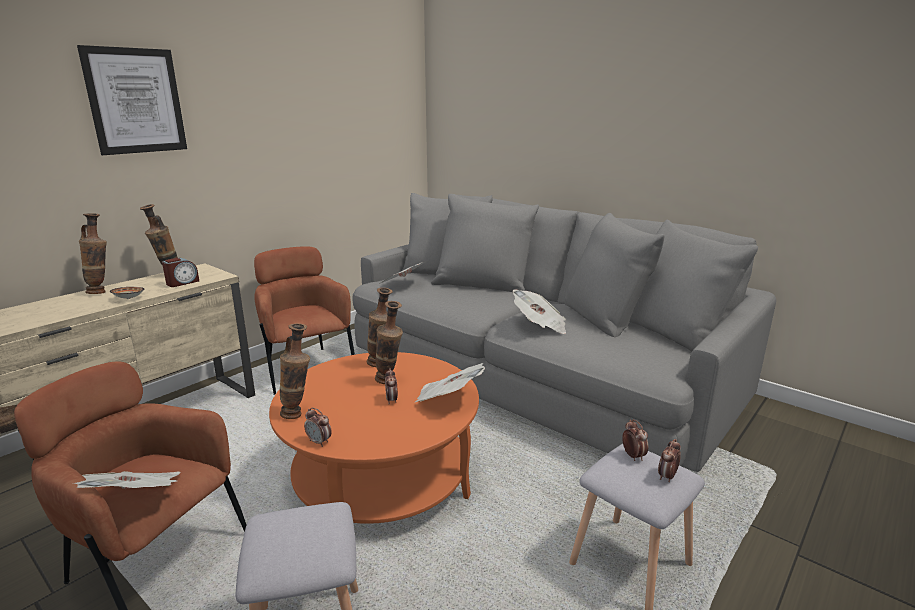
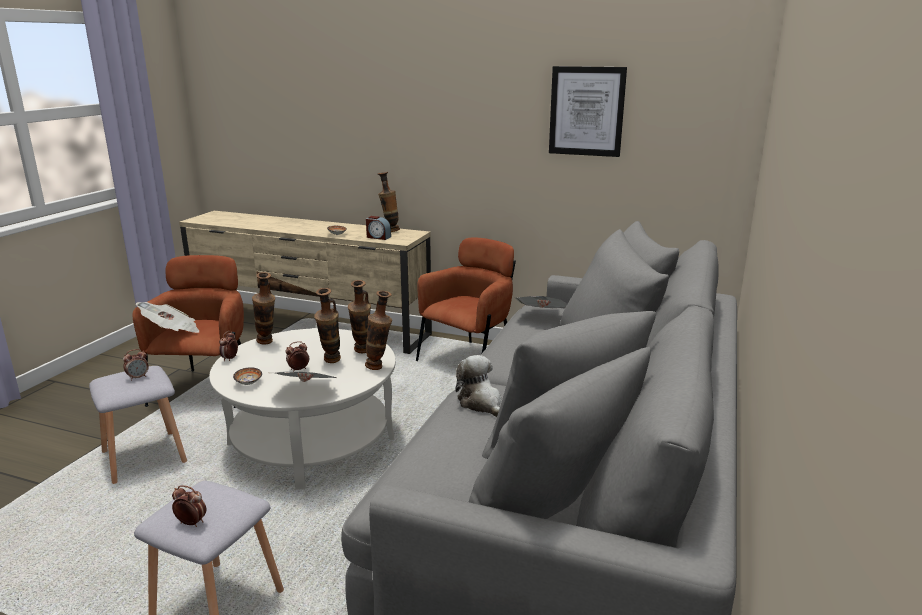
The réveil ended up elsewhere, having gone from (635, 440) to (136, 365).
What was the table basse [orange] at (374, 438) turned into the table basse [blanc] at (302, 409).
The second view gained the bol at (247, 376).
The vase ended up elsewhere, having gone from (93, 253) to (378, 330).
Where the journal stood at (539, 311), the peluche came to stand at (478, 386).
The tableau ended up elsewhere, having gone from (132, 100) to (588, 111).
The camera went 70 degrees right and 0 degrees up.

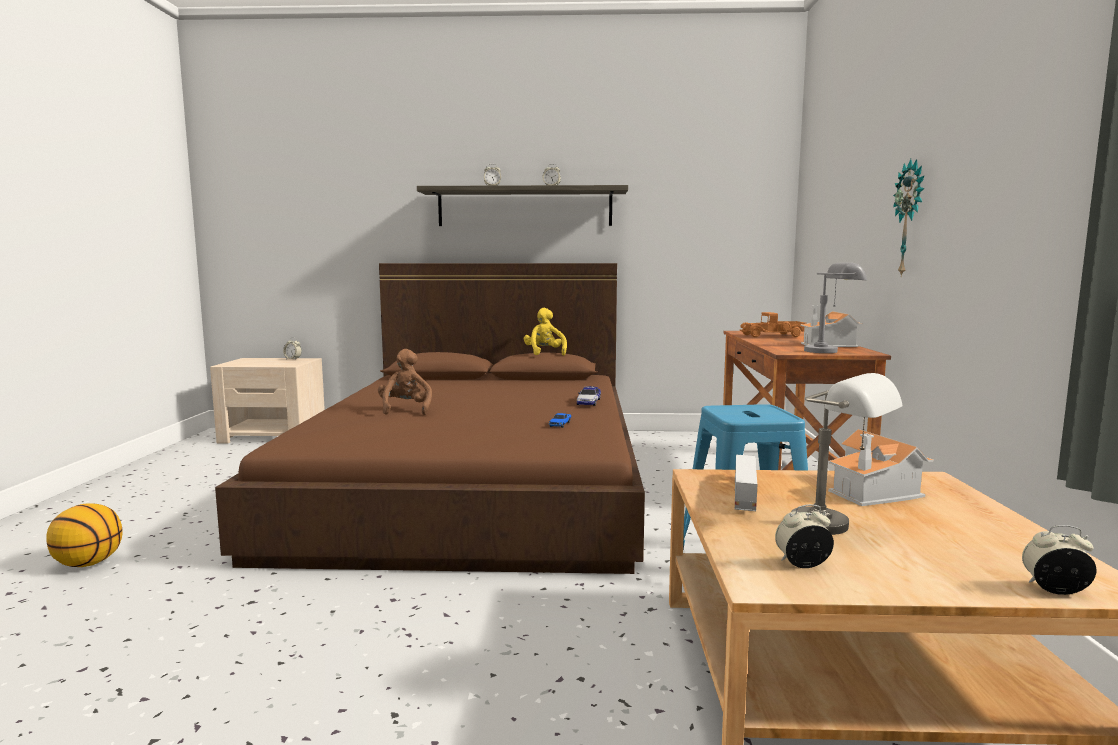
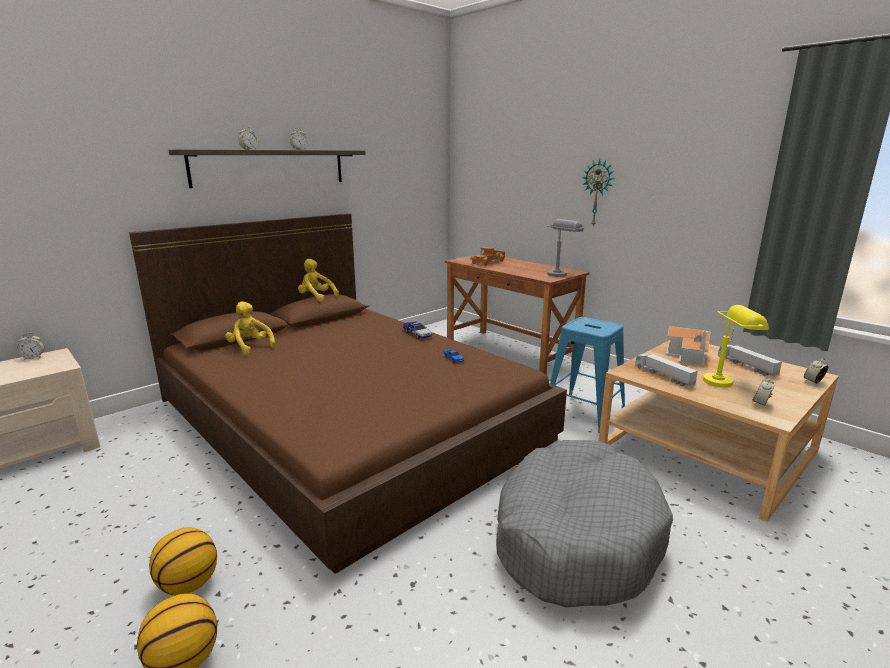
The second view gained the ballon de basket at (183, 561).
The second view gained the peluche [jaune] at (250, 328).
The second view gained the panier pour chien [gris] at (584, 523).
What was the lampe de table [gris] at (847, 454) turned into the lampe de table [jaune] at (736, 346).
The second view gained the camion jouet at (750, 361).
The second view lost the peluche [marron] at (405, 382).
The second view lost the maison miniature at (831, 326).
The camera went 45 degrees left and 10 degrees up.

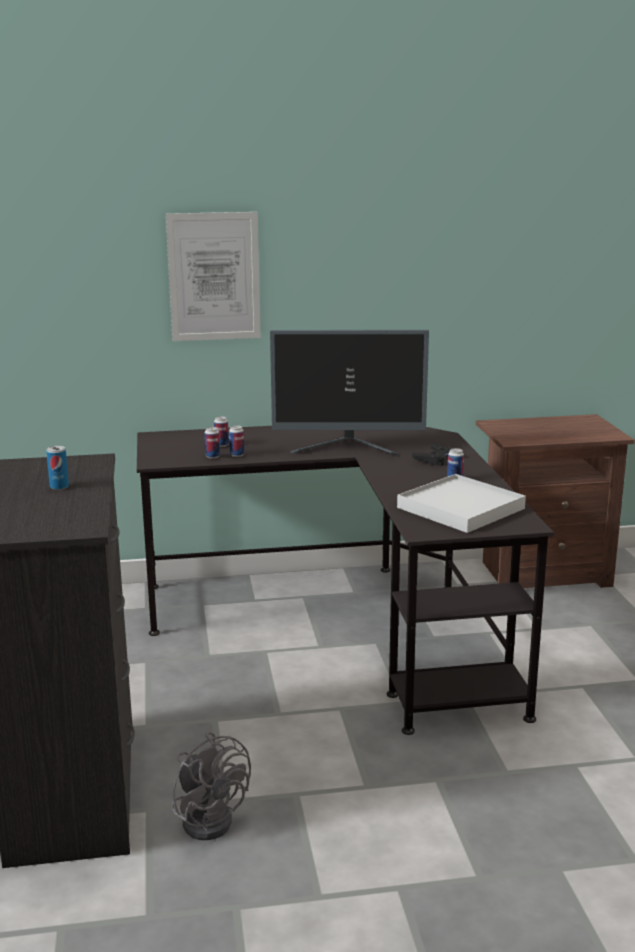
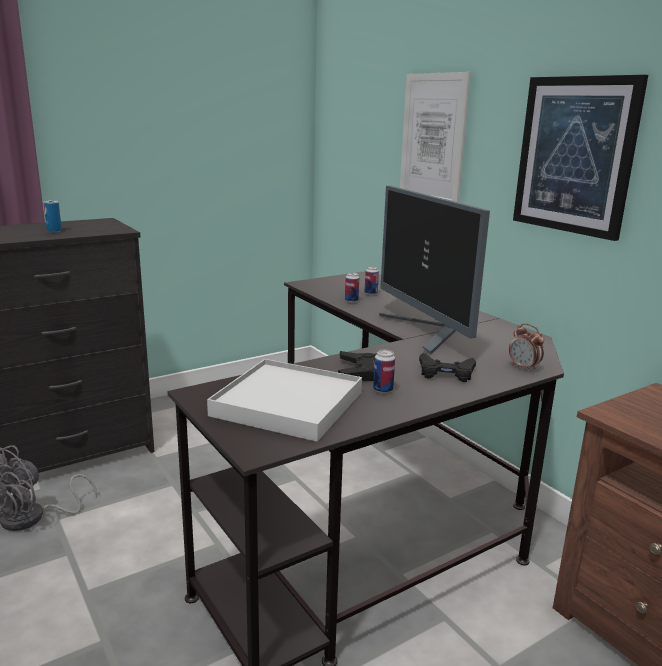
The second view gained the manette [noir] at (357, 366).
The second view gained the réveil at (526, 348).
The second view gained the tableau at (580, 158).
The second view lost the boîte métallique at (212, 443).
The camera went 65 degrees right and 0 degrees up.

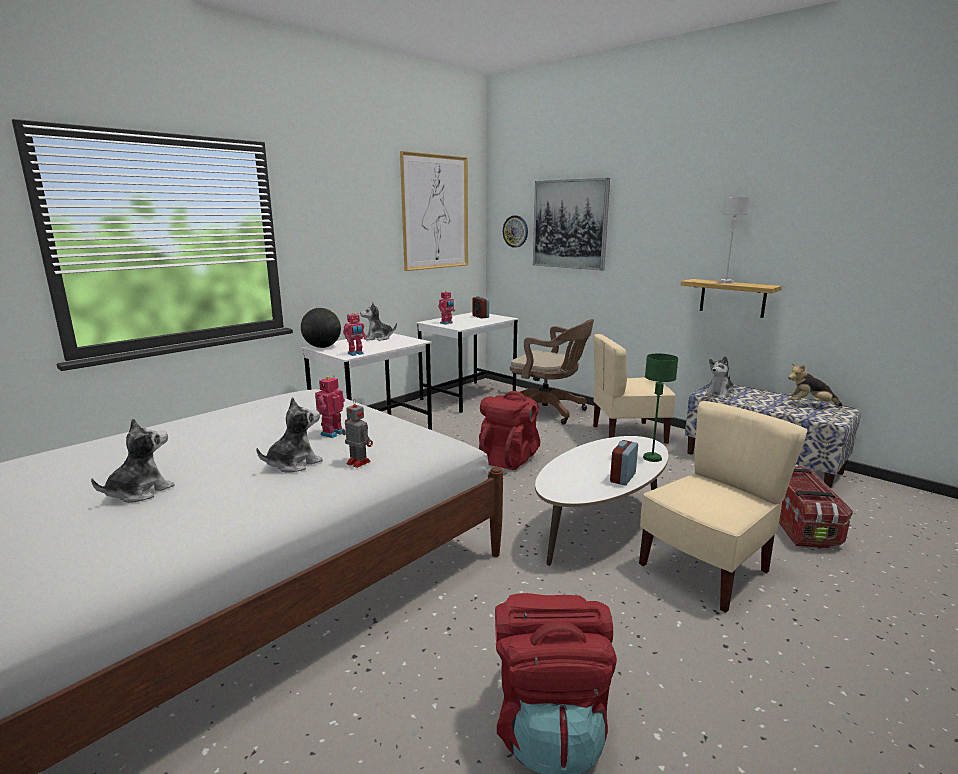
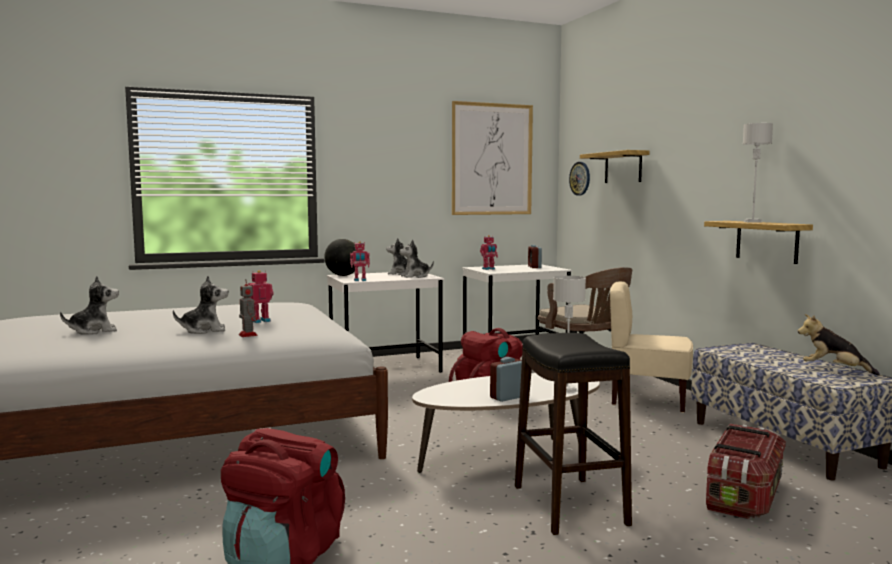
The peluche ended up elsewhere, having gone from (719, 378) to (416, 259).
Where the chaise [beige] stood at (723, 507), the tabouret [noir] came to stand at (573, 434).
What was the lampe de table [vert] at (660, 408) turned into the lampe de table [gris] at (569, 334).
Where the tableau hung at (571, 224), the étagère came to hang at (614, 166).
The camera went 25 degrees right and 10 degrees down.

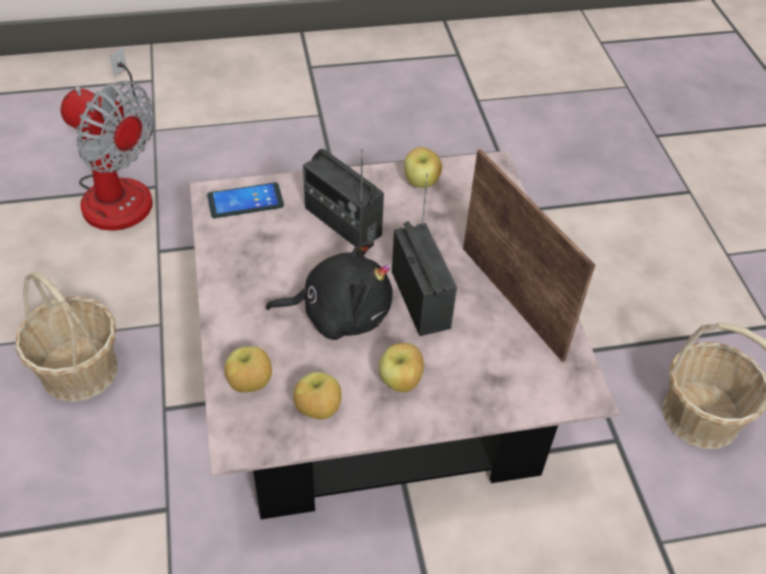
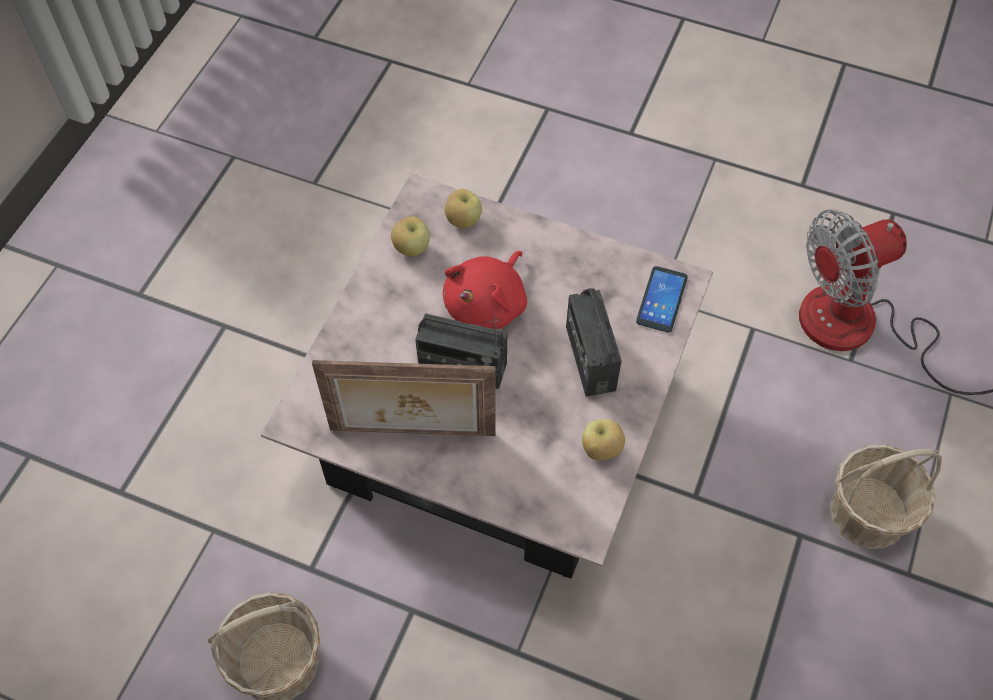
What was the peluche [noir] at (329, 290) turned into the peluche [rouge] at (484, 290).
The radio at (343, 198) ended up facing another way, 90 degrees counterclockwise from before.
The panier ended up elsewhere, having gone from (67, 336) to (886, 497).
The second view lost the pomme at (401, 367).
The camera went 125 degrees right and 10 degrees up.

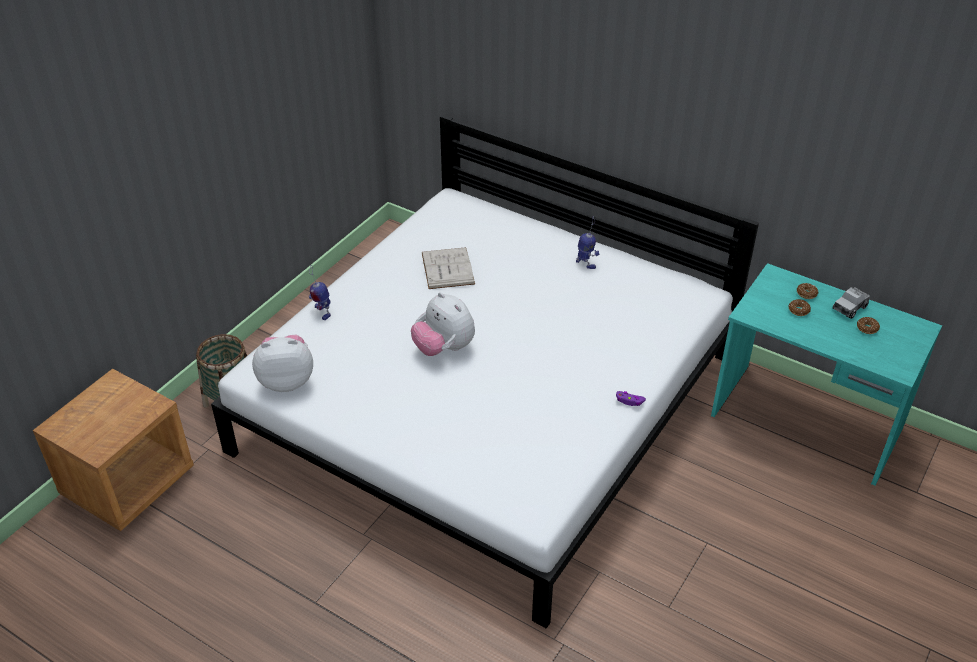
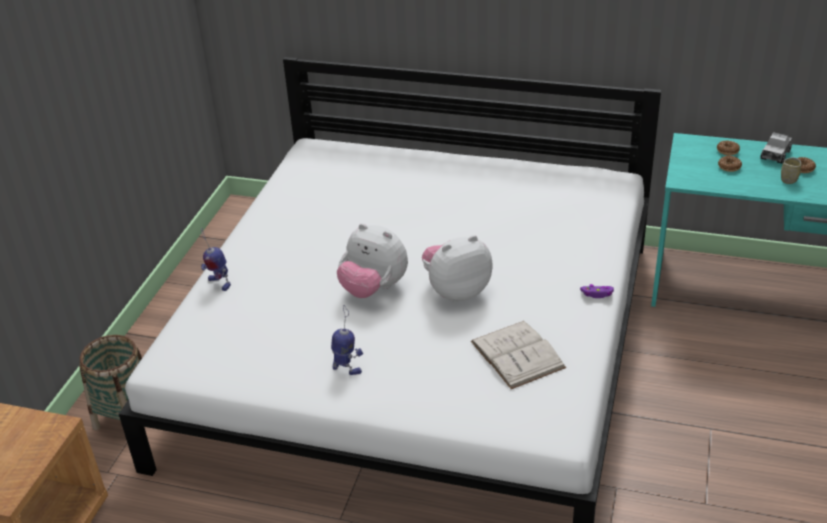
The robot jouet ended up elsewhere, having gone from (588, 242) to (347, 340).
The peluche ended up elsewhere, having gone from (282, 363) to (457, 268).
The livre [blanc] ended up elsewhere, having gone from (448, 268) to (518, 355).
The second view gained the tasse at (791, 170).
The camera went 15 degrees left and 5 degrees down.

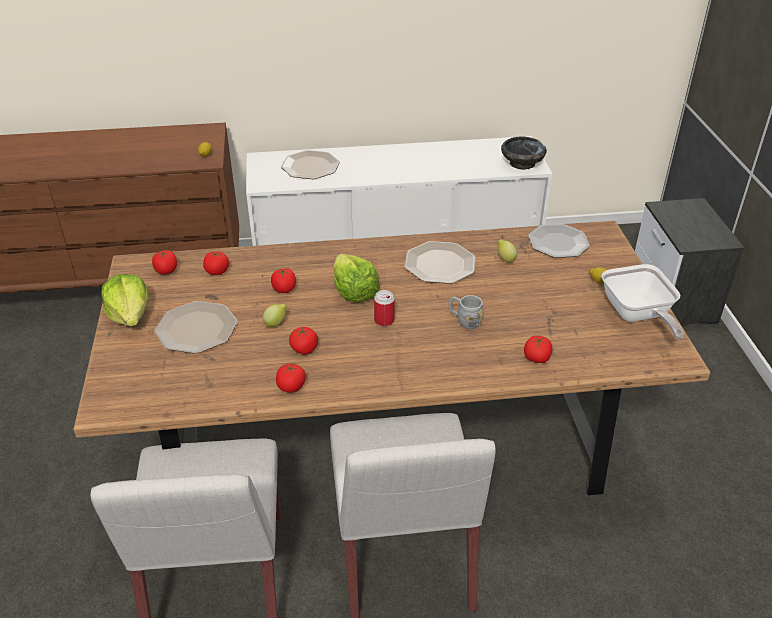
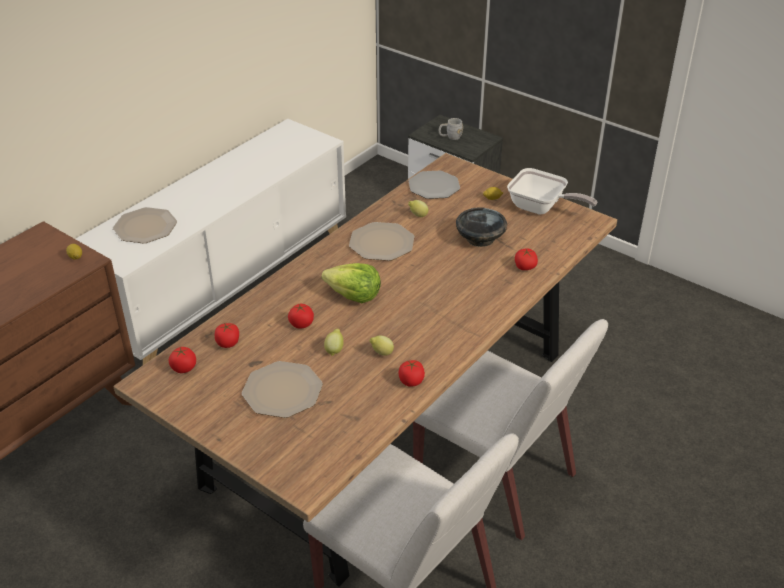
Where the tomate stood at (303, 340), the citron came to stand at (381, 346).
The mug [gris] ended up elsewhere, having gone from (466, 312) to (451, 129).
The bol [noir] ended up elsewhere, having gone from (524, 153) to (481, 227).
The second view lost the laitue at (125, 300).
The second view lost the boîte métallique at (384, 308).
The camera went 45 degrees left and 0 degrees up.

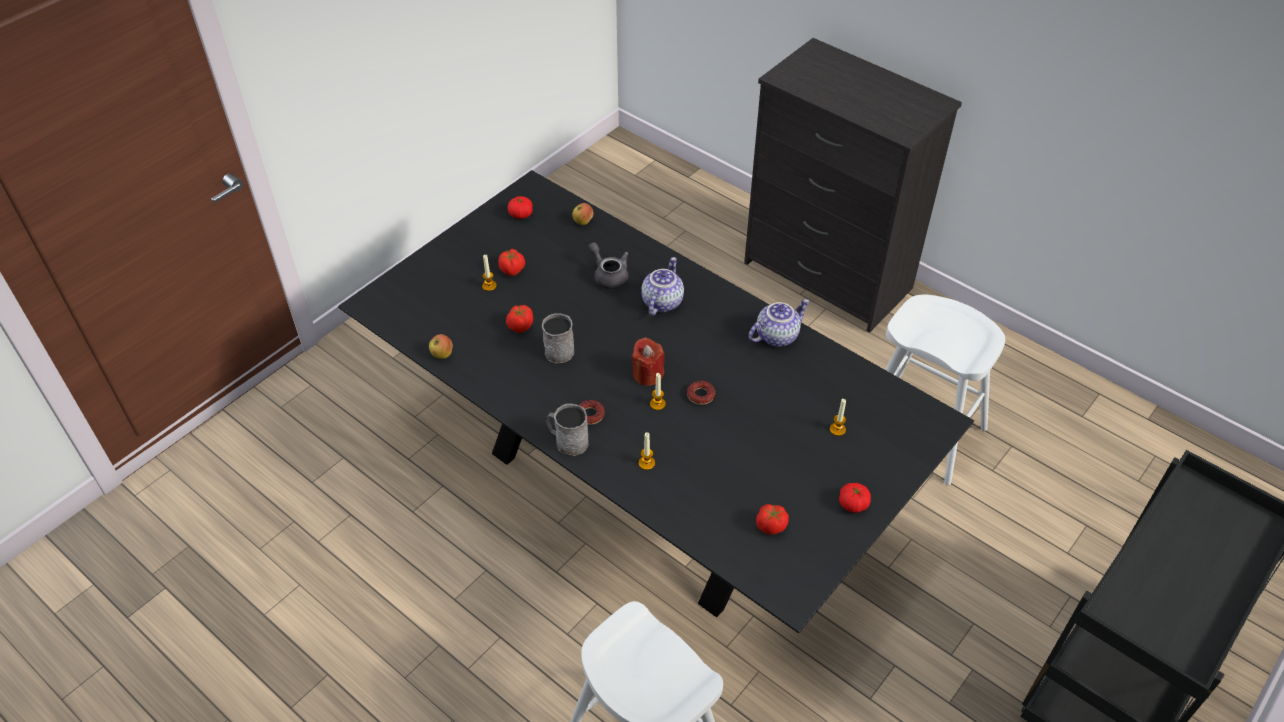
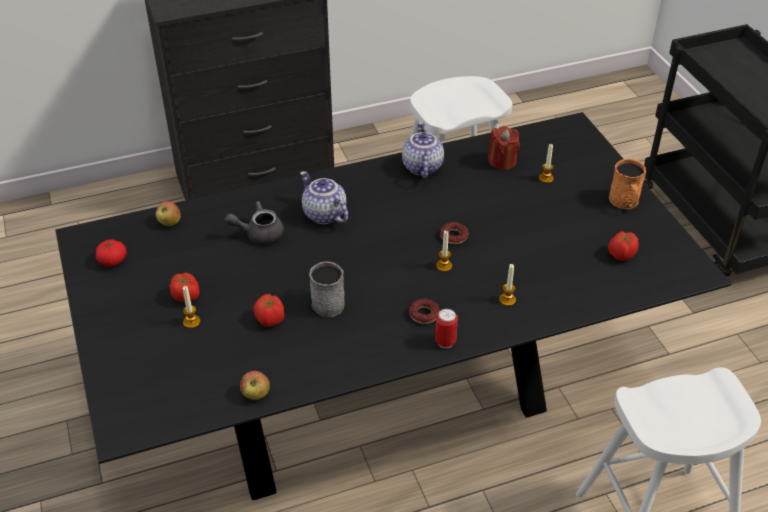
Where the mug [gris] stood at (568, 430), the boîte métallique came to stand at (446, 328).
The bougie [rouge] ended up elsewhere, having gone from (648, 361) to (504, 148).
Where the tomate stood at (855, 498), the mug [orange] came to stand at (627, 184).
The camera went 60 degrees left and 5 degrees down.

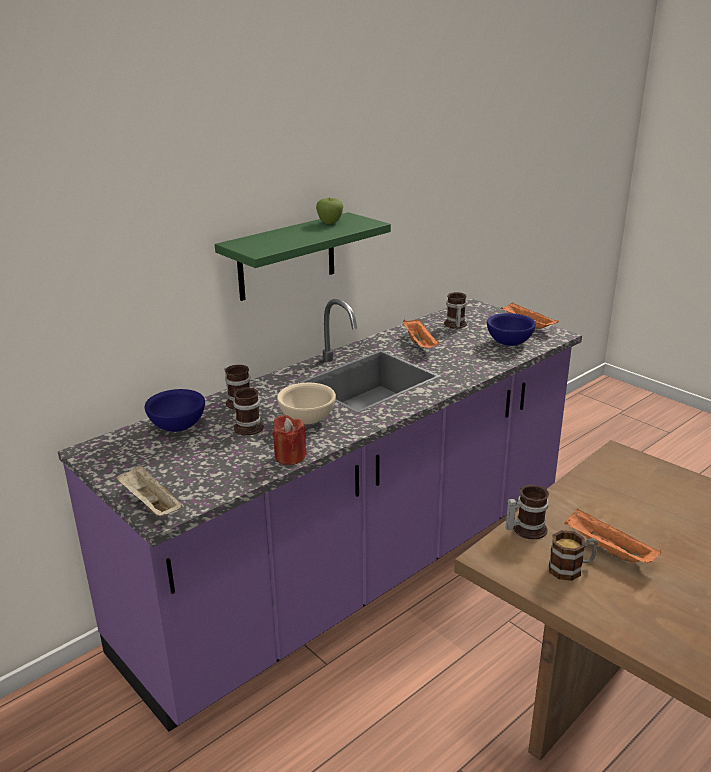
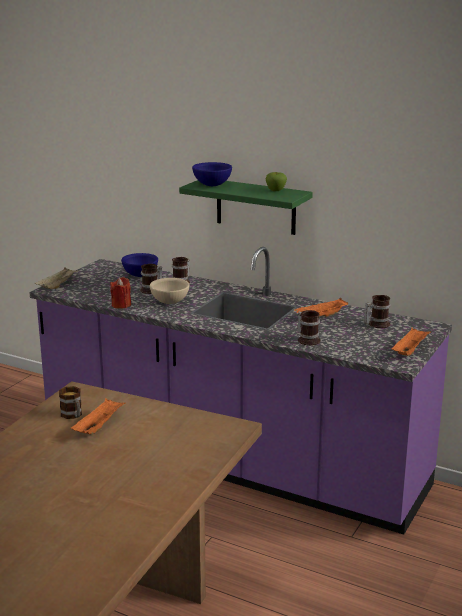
The bol [bleu] ended up elsewhere, having gone from (511, 329) to (212, 174).
The mug ended up elsewhere, having gone from (527, 512) to (309, 328).
The camera went 70 degrees right and 5 degrees down.

